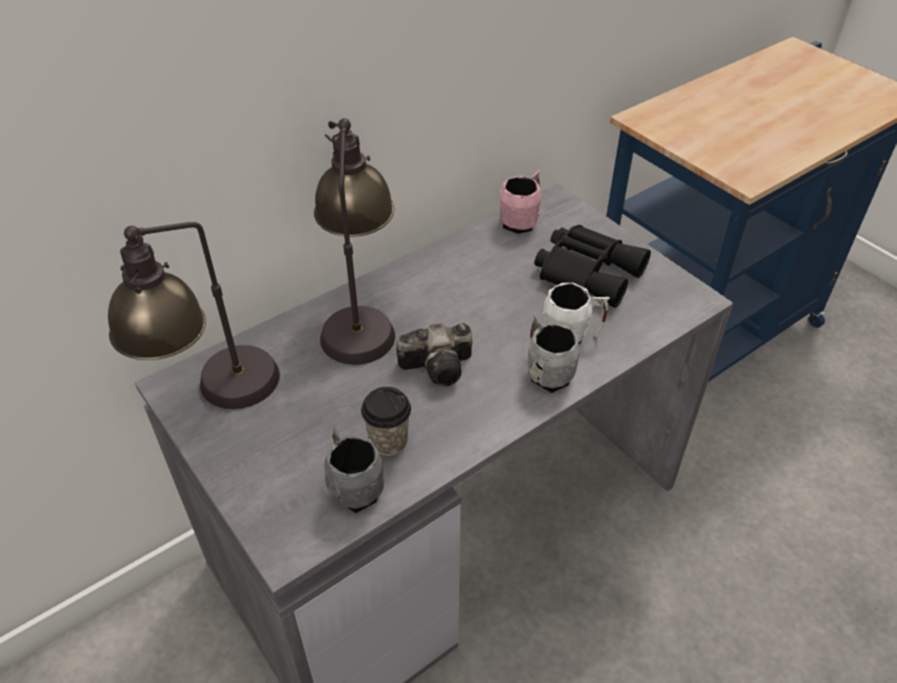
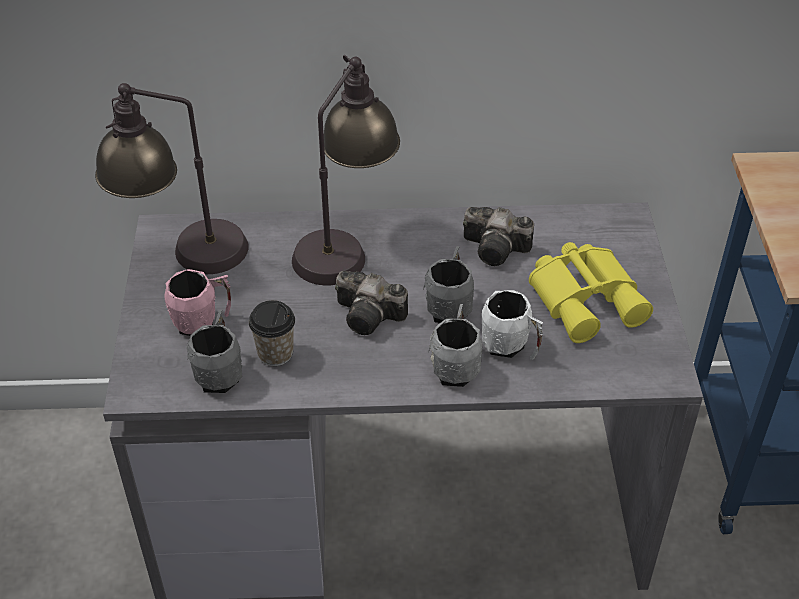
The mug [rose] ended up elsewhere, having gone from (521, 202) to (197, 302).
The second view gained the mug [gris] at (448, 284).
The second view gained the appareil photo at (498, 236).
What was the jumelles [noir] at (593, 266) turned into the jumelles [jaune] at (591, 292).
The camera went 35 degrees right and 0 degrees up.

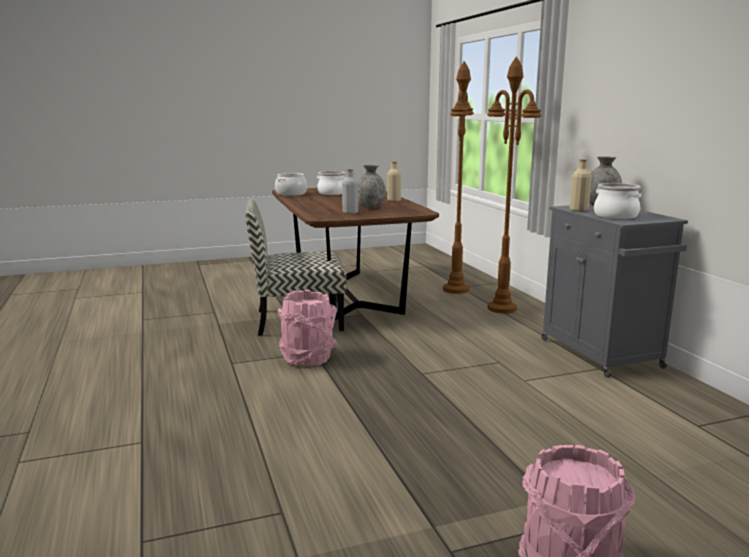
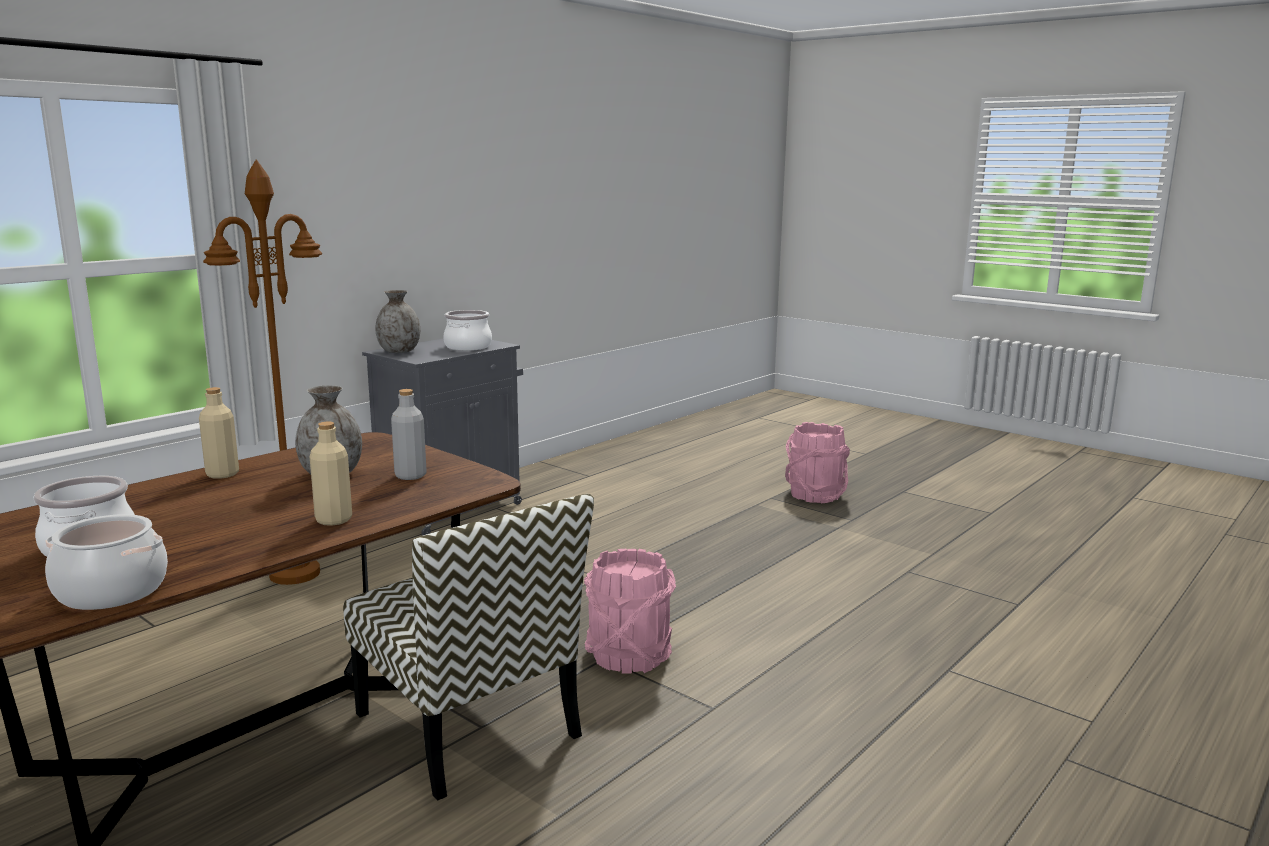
The bouteille [beige] ended up elsewhere, having gone from (581, 185) to (330, 474).
The second view lost the lampadaire [marron] at (458, 177).
The camera went 120 degrees left and 0 degrees up.

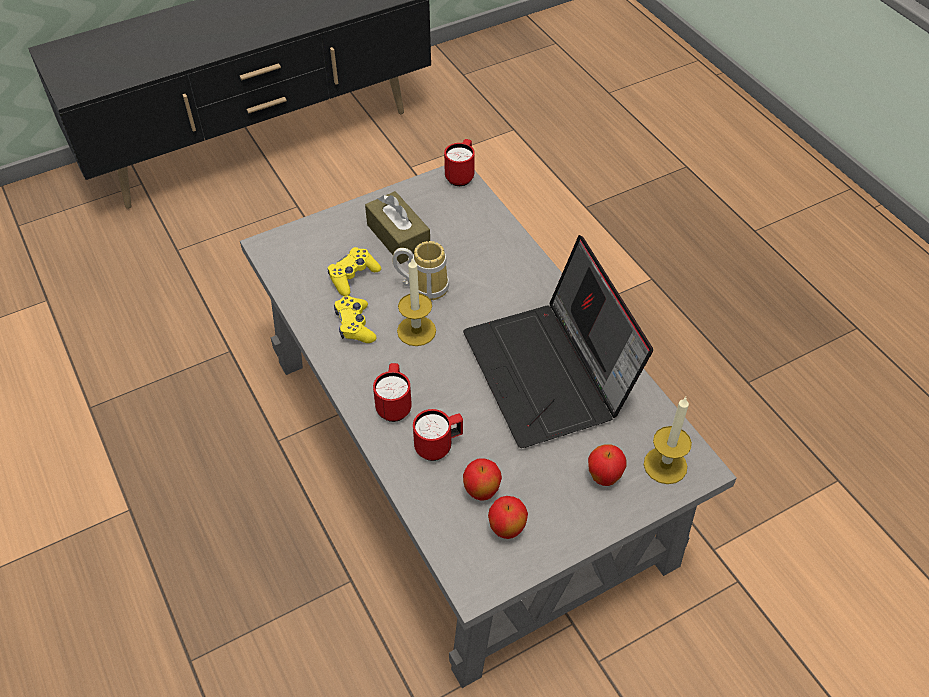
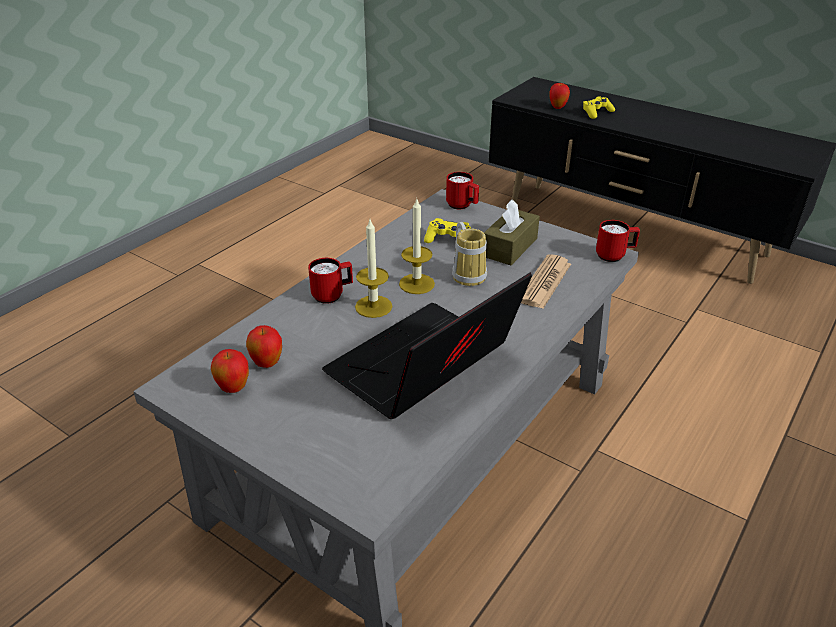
The bougie ended up elsewhere, having gone from (668, 440) to (373, 269).
The mug [rouge] ended up elsewhere, having gone from (438, 435) to (462, 190).
The second view gained the journal at (546, 281).
The pomme ended up elsewhere, having gone from (607, 465) to (560, 95).
The manette [jaune] ended up elsewhere, having gone from (355, 319) to (598, 107).
The camera went 65 degrees right and 15 degrees down.

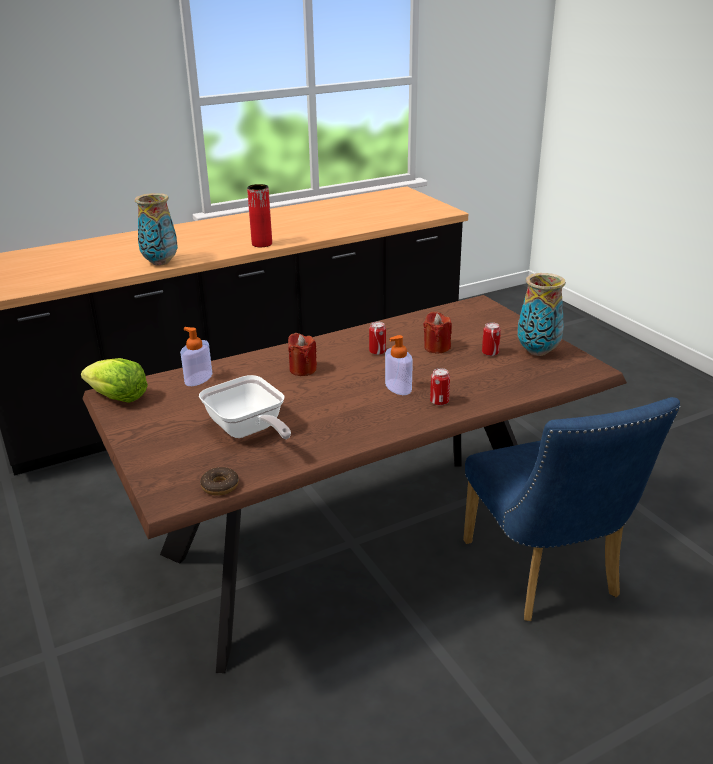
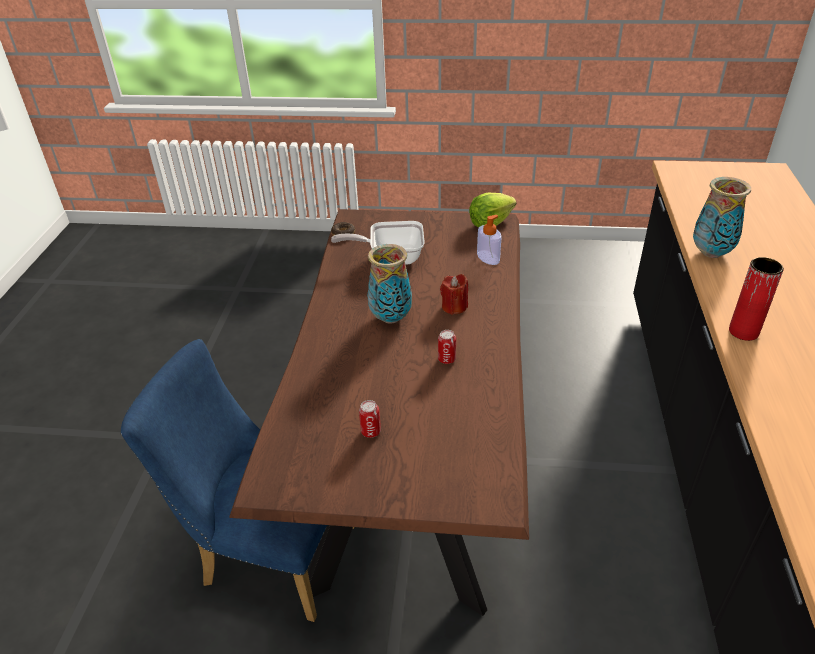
The vase ended up elsewhere, having gone from (541, 314) to (390, 284).
The second view lost the distributeur de savon at (399, 365).
The second view lost the bougie [rouge] at (437, 333).
The second view lost the boîte métallique at (440, 387).
The camera went 125 degrees right and 10 degrees up.

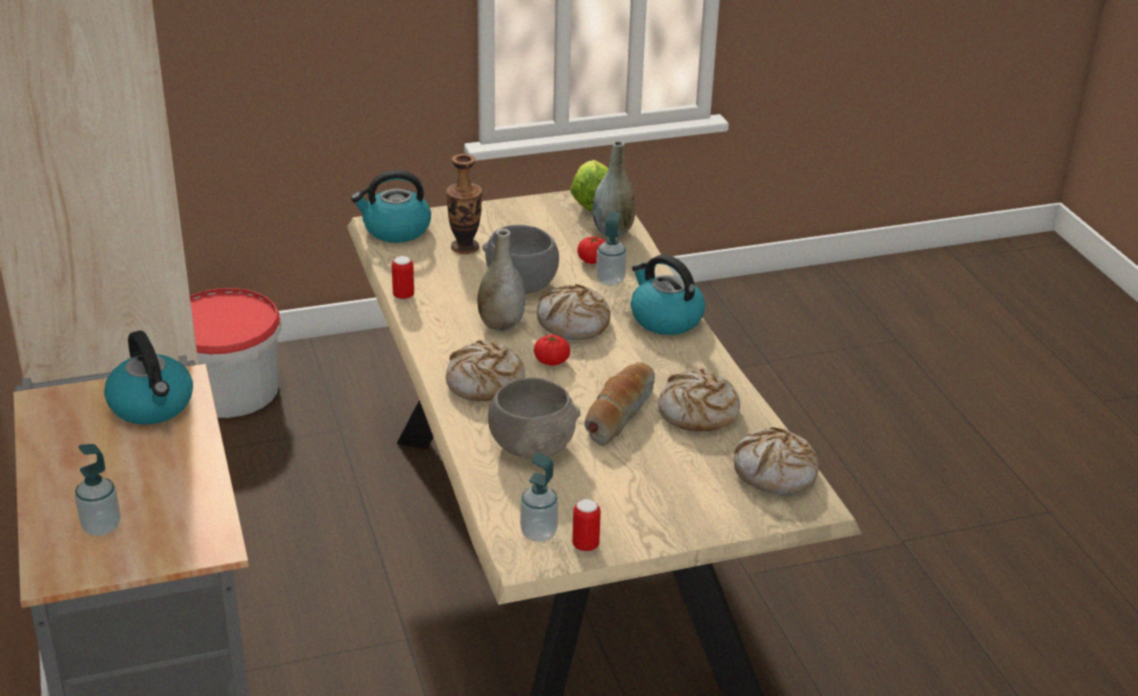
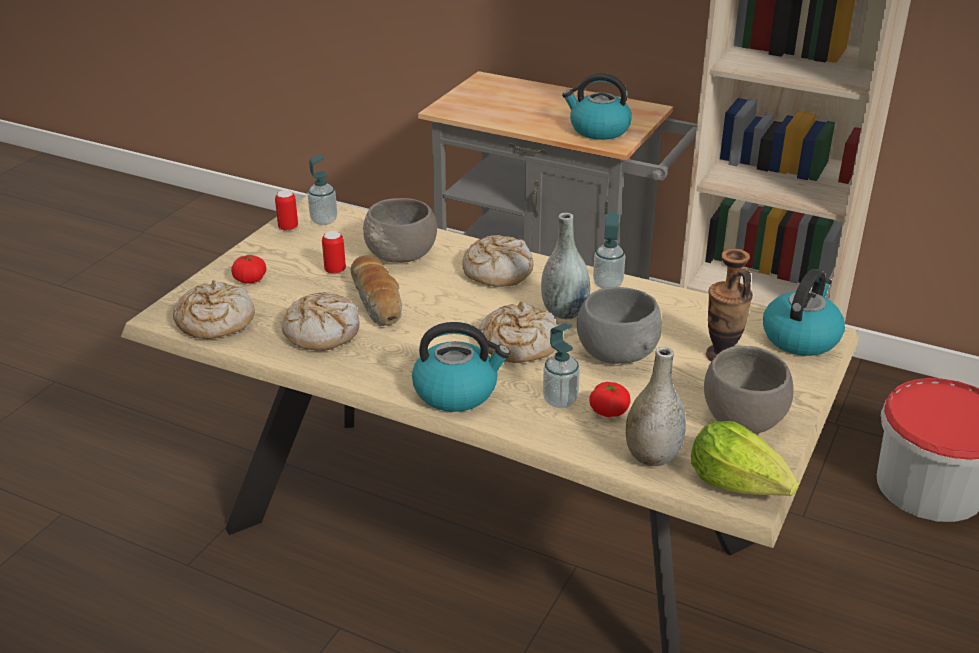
The tomate ended up elsewhere, having gone from (552, 350) to (248, 269).
The boîte métallique ended up elsewhere, having gone from (403, 278) to (334, 252).
The distributeur de savon ended up elsewhere, having gone from (98, 490) to (609, 251).
The second view gained the bol [gris] at (749, 389).
The camera went 135 degrees right and 0 degrees up.

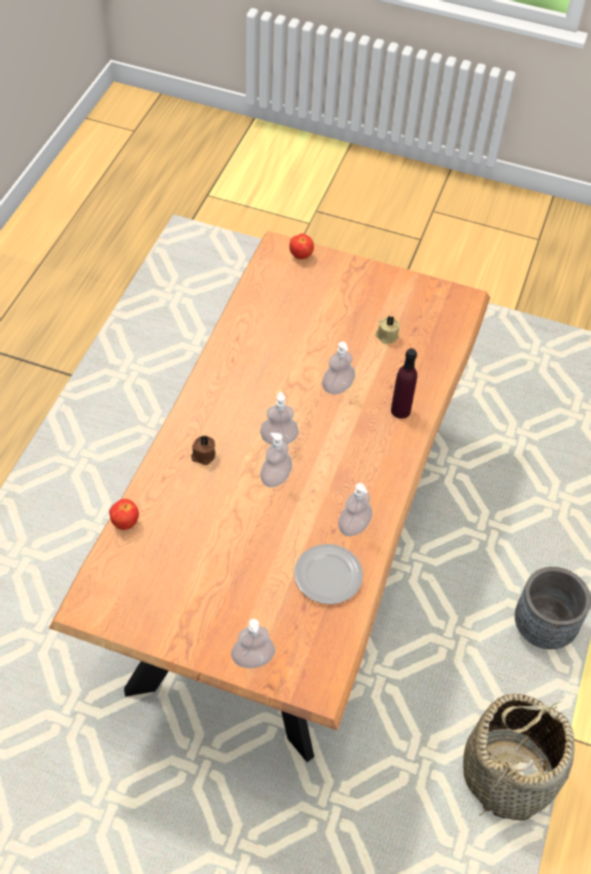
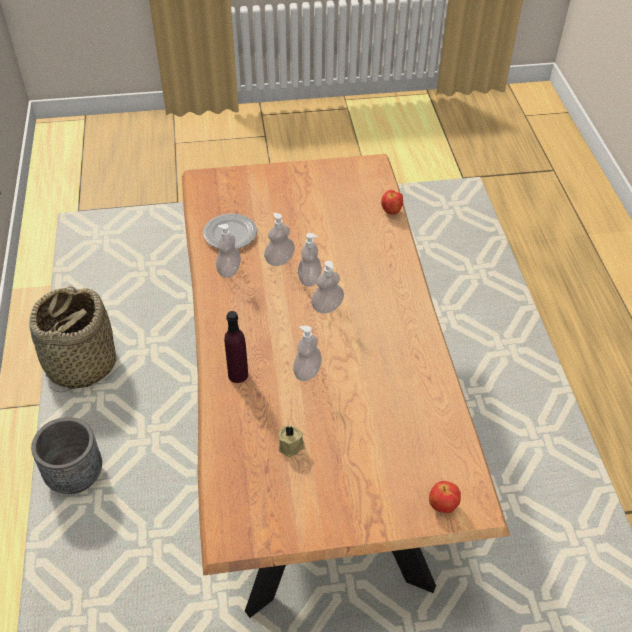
The distributeur de savon ended up elsewhere, having gone from (253, 643) to (279, 239).
The second view lost the bougie [marron] at (203, 450).
The camera went 155 degrees right and 5 degrees down.

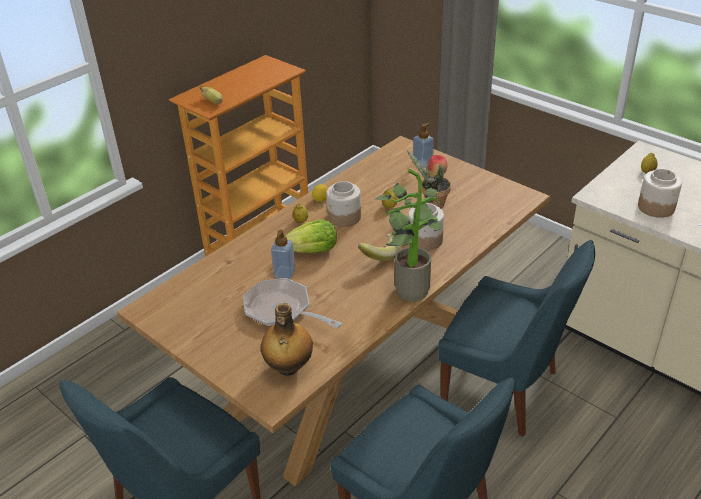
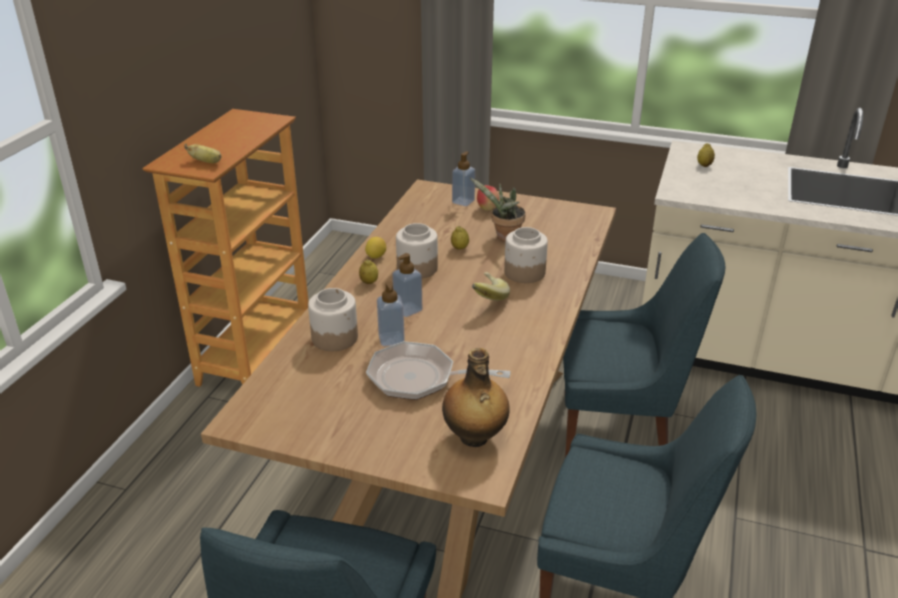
The bocal ended up elsewhere, having gone from (660, 193) to (333, 319).
Where the laitue stood at (311, 236), the distributeur de savon came to stand at (407, 285).
The second view lost the plante en pot at (408, 235).
The camera went 25 degrees left and 5 degrees down.

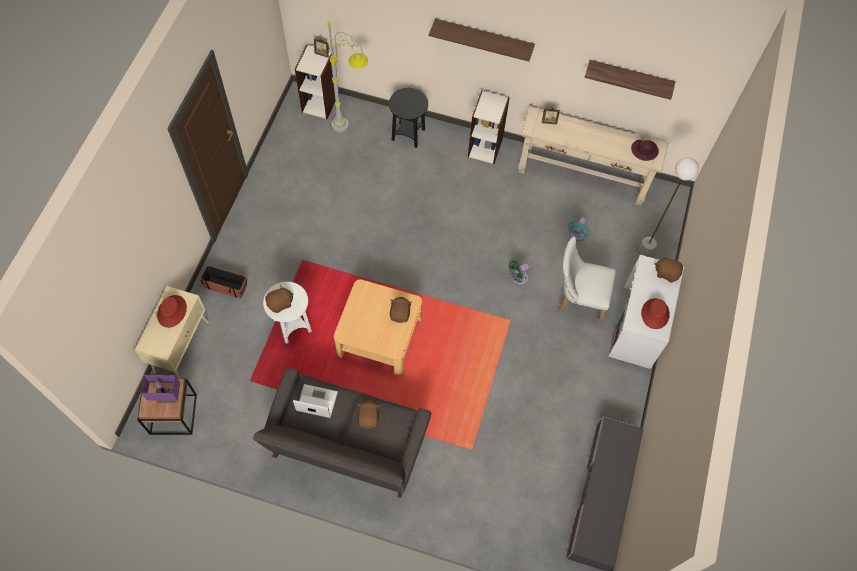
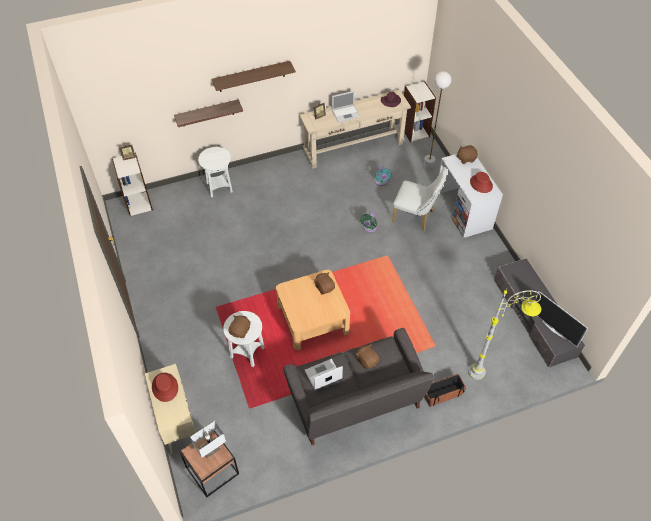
The étagère ended up elsewhere, having gone from (630, 80) to (208, 113).
What was the lampe de table [violet] at (160, 389) turned into the lampe de table [blanc] at (208, 439).
What was the table d'appoint [noir] at (408, 118) turned into the table d'appoint [blanc] at (215, 172).
The second view gained the ordinateur portable at (346, 107).
The chaise [blanc] at (587, 280) ended up facing another way, 135 degrees counterclockwise from before.
The bibliothèque ended up elsewhere, having gone from (489, 127) to (420, 111).
The cache-pot ended up elsewhere, having gone from (223, 282) to (445, 390).
The lampadaire [gris] ended up elsewhere, having gone from (347, 77) to (504, 335).
The second view gained the téléviseur at (561, 319).
The camera went 35 degrees left and 10 degrees down.

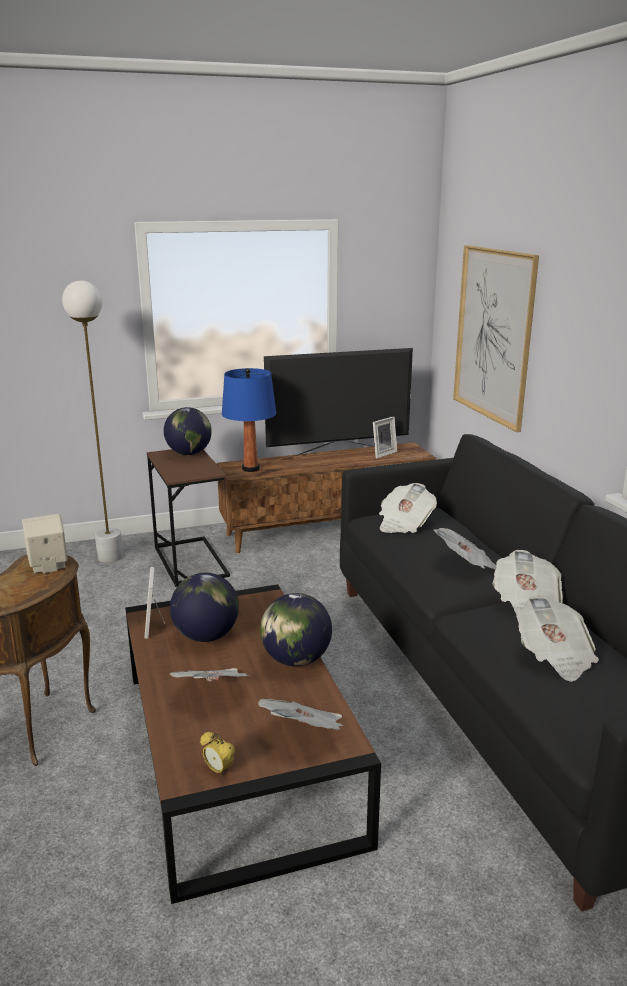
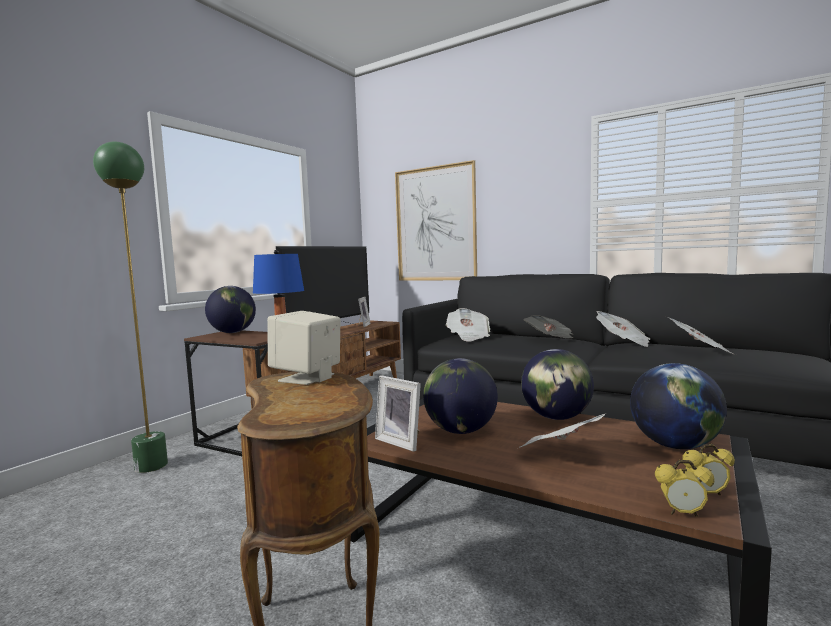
What was the lampadaire [blanc] at (92, 422) turned into the lampadaire [vert] at (130, 307).
Where the journal stood at (300, 714), the globe came to stand at (678, 406).
The second view gained the réveil at (685, 488).
The camera went 40 degrees left and 15 degrees down.

